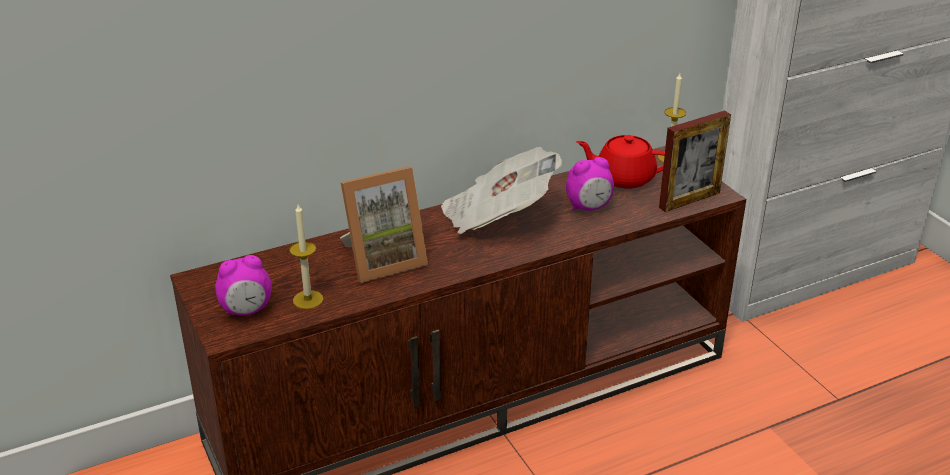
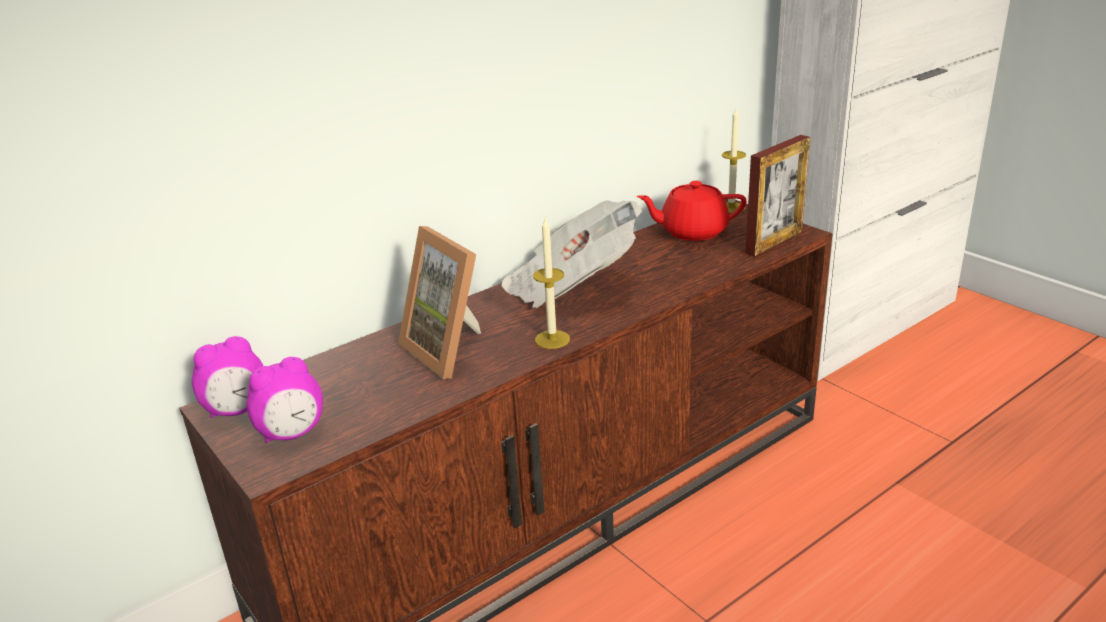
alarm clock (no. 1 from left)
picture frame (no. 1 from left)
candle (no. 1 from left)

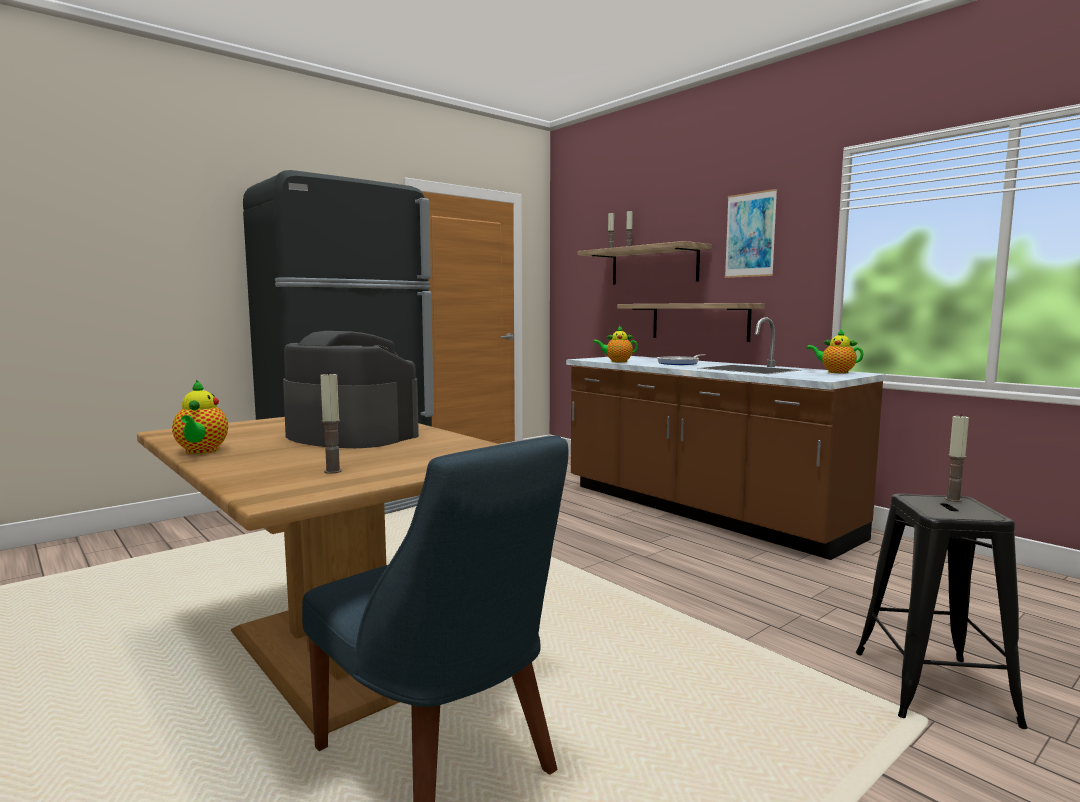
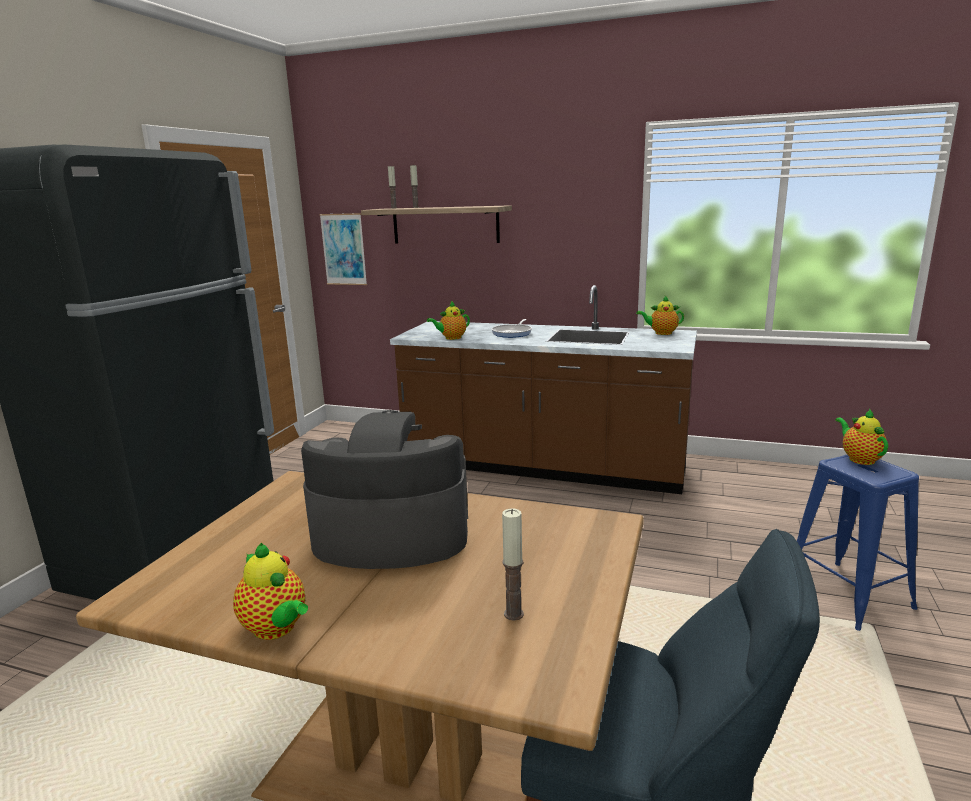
picture
blue stool
teapot (no. 4 from left)
shelf (no. 2 from left in the first image)

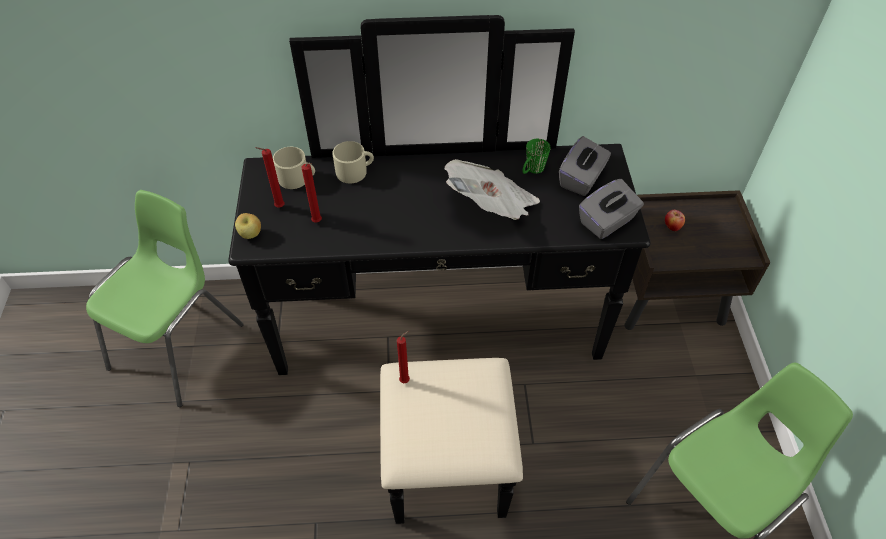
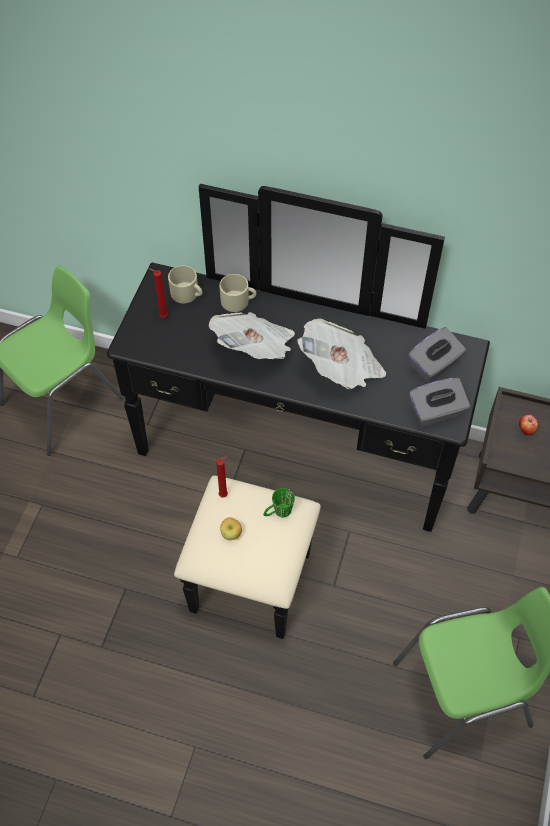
newspaper (no. 1 from left)
apple (no. 1 from left)
green mug
red candle (no. 2 from left in the first image)

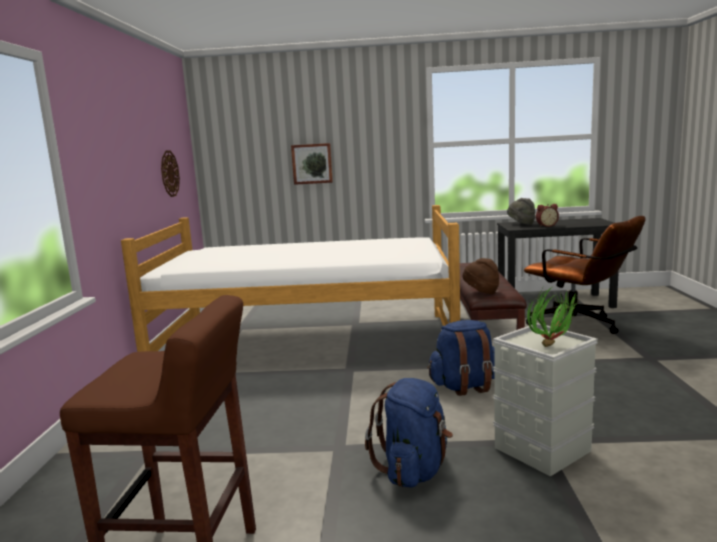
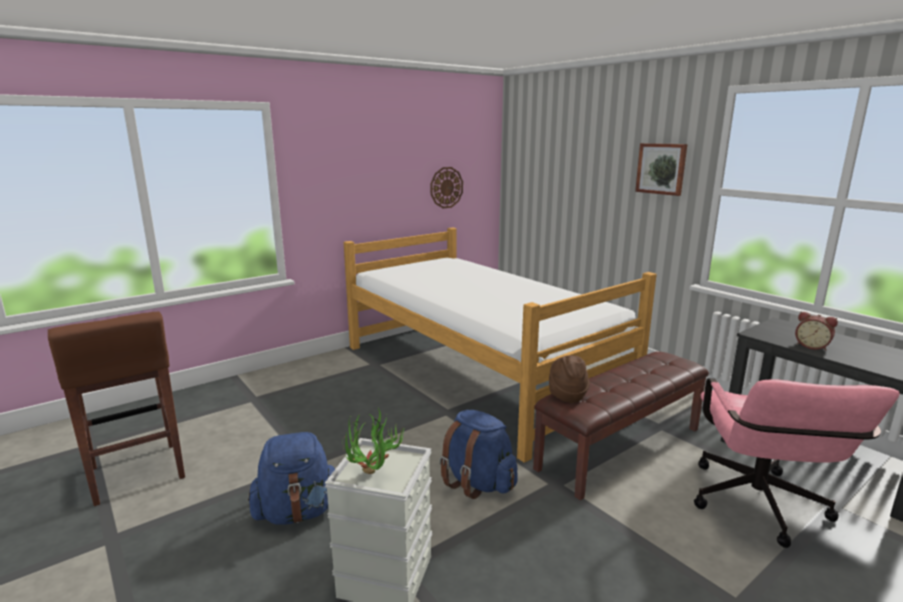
picture
pink office chair
grey hat

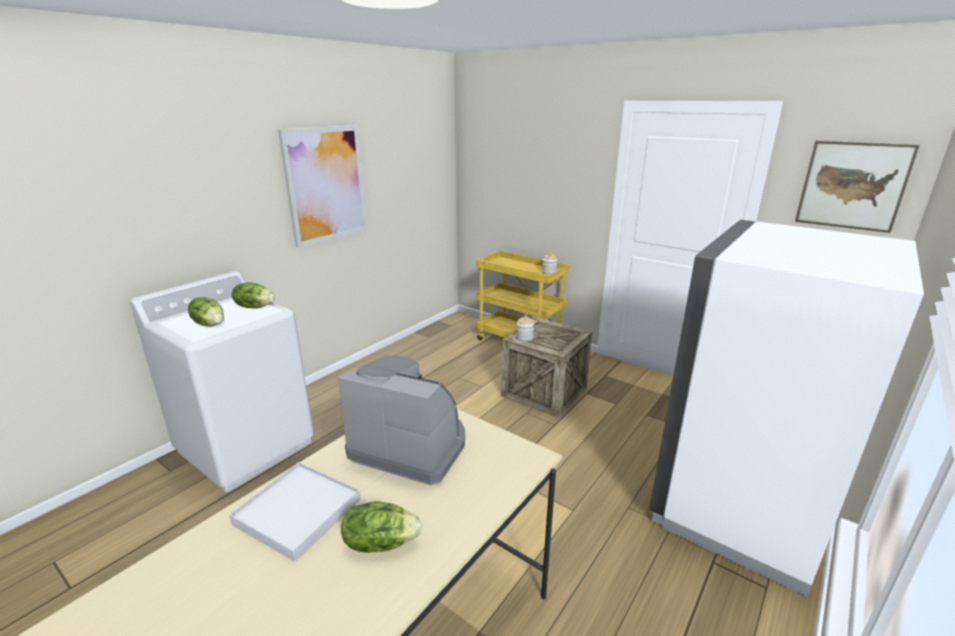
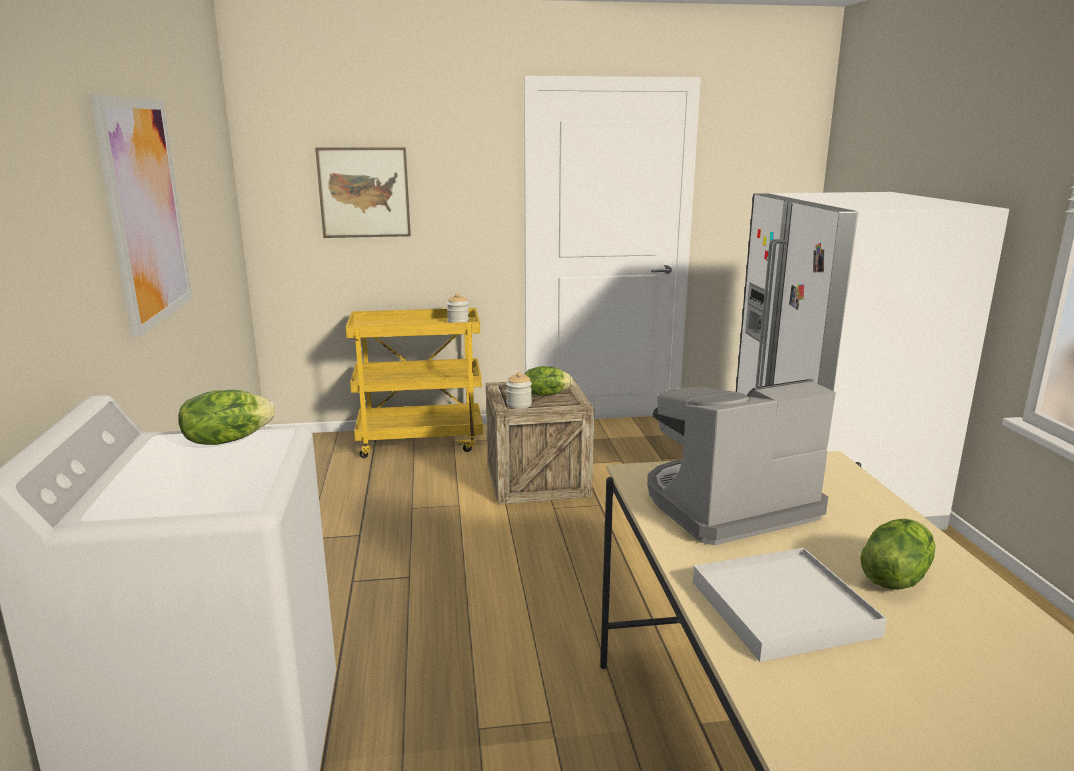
picture (no. 2 from left)
lettuce (no. 2 from left)

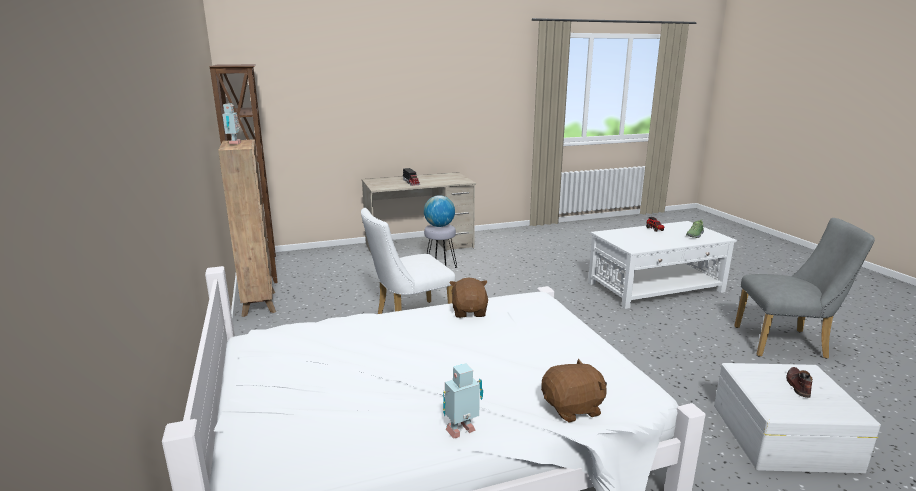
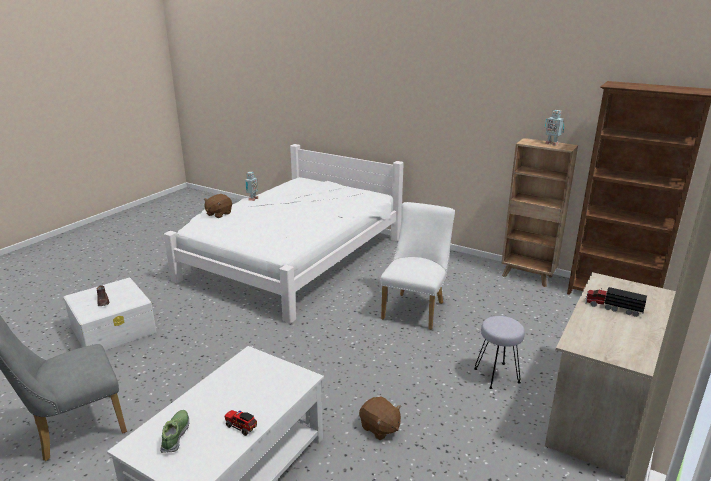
brown plush toy (no. 2 from left)
globe

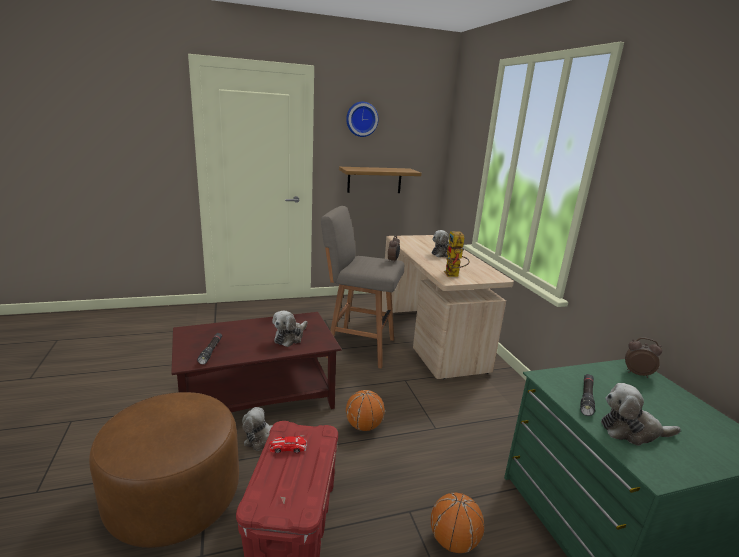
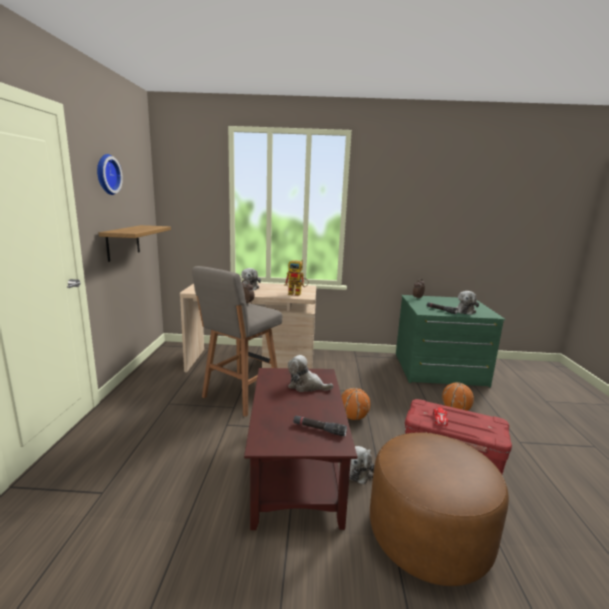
plush toy (no. 2 from left)

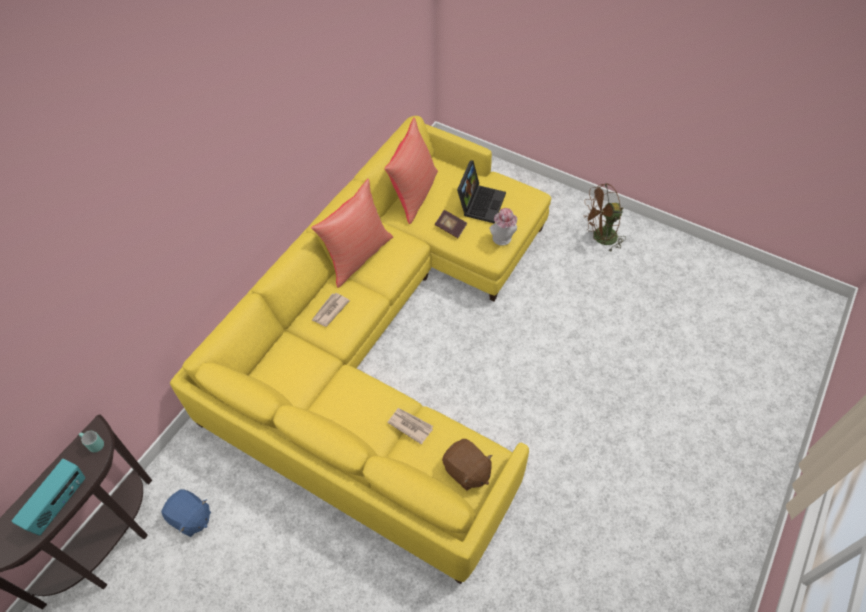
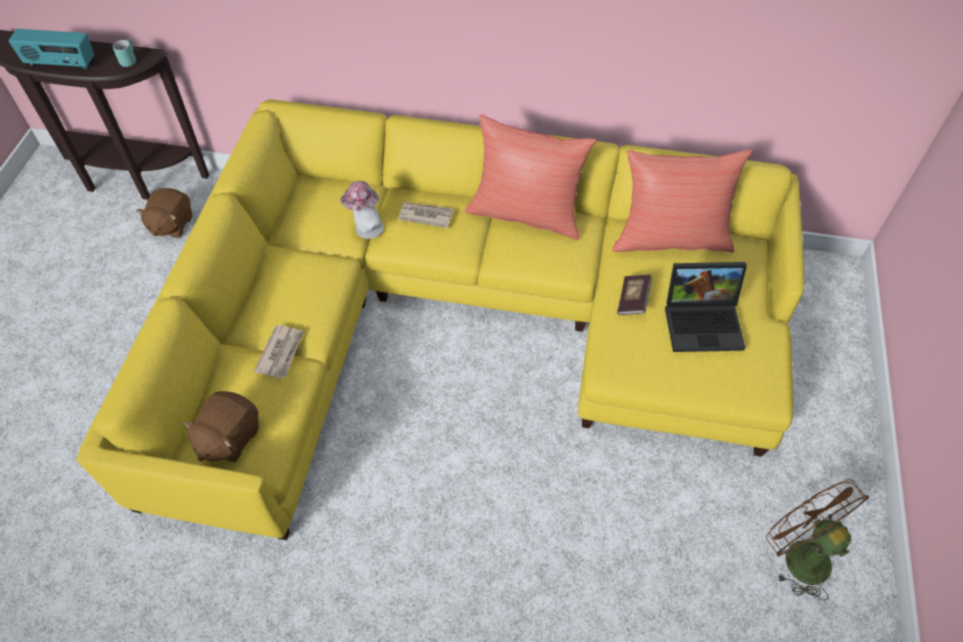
brown plush toy (no. 1 from left)
hat

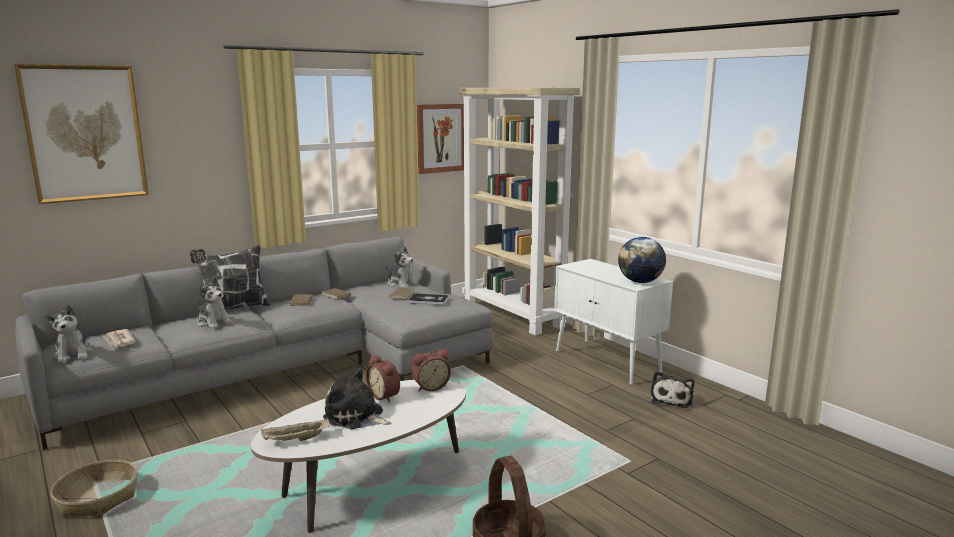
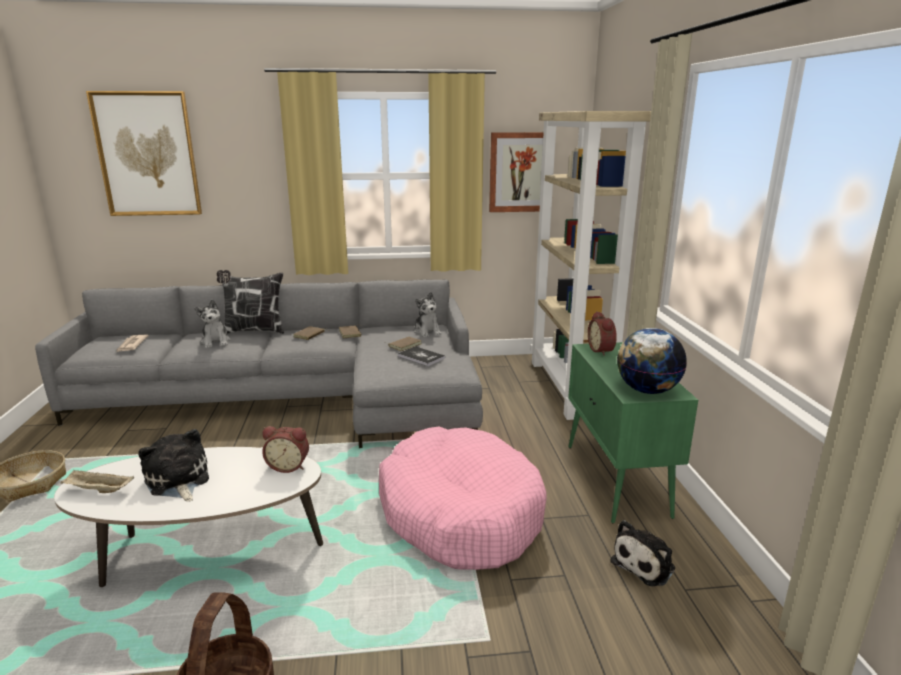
pink dog bed
green cabinet
alarm clock (no. 2 from left)
plush toy (no. 1 from left in the first image)

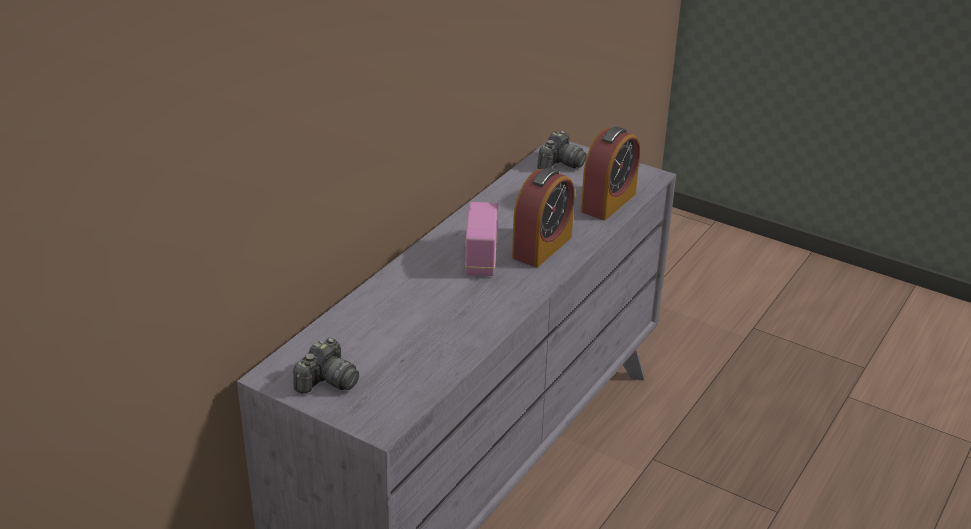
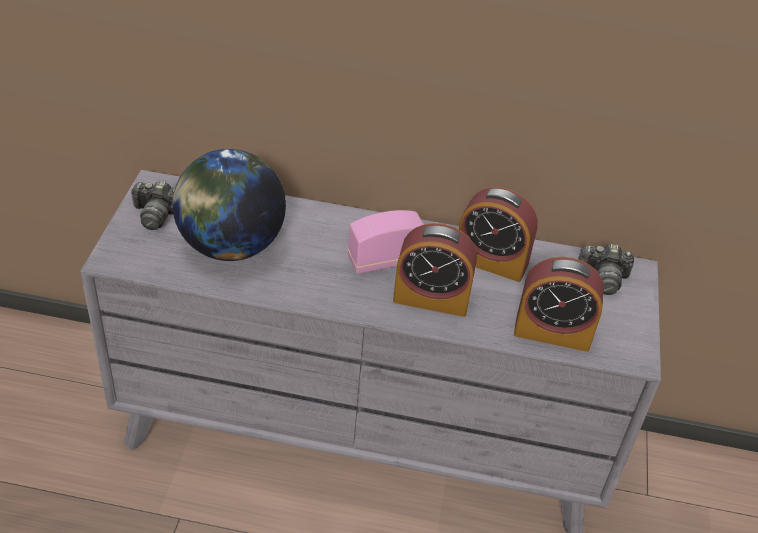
globe
alarm clock (no. 2 from left)

